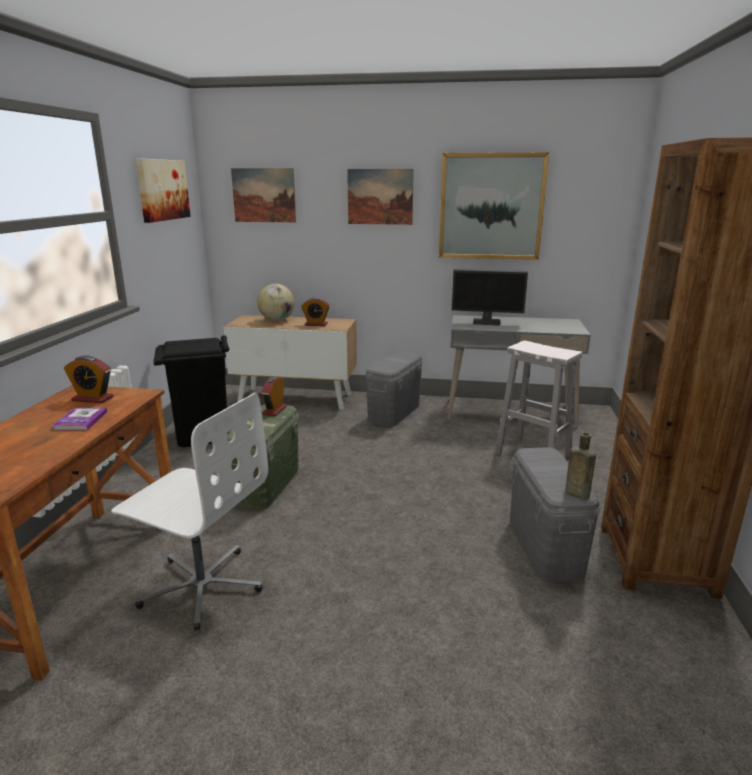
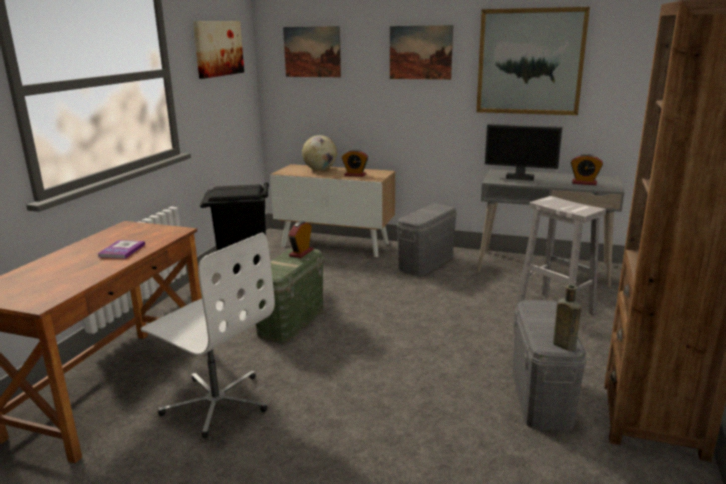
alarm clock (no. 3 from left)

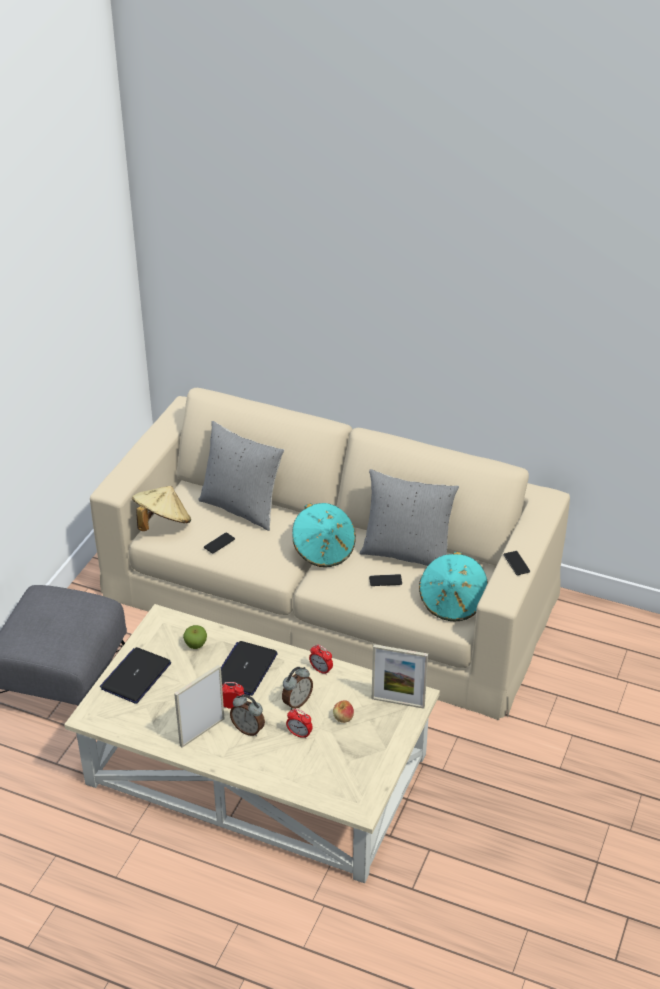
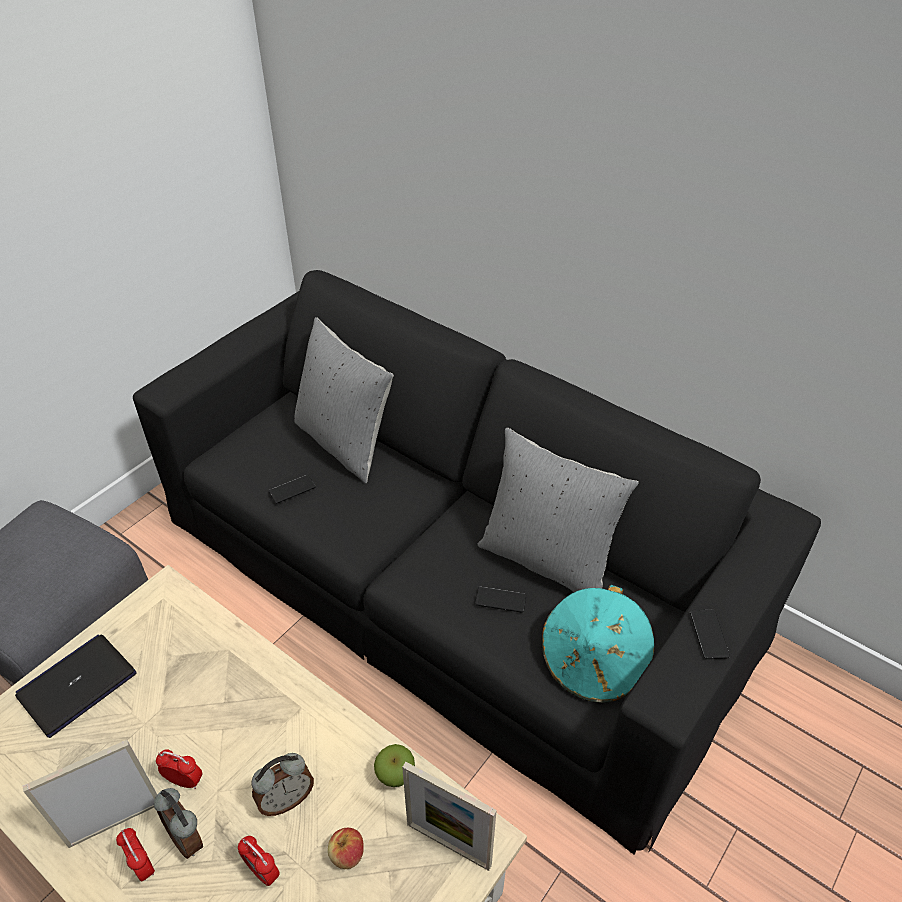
alarm clock (no. 1 from left)
black sofa
apple (no. 2 from left)
beige hat
laptop (no. 2 from left in the first image)
turquoise hat (no. 1 from left in the first image)

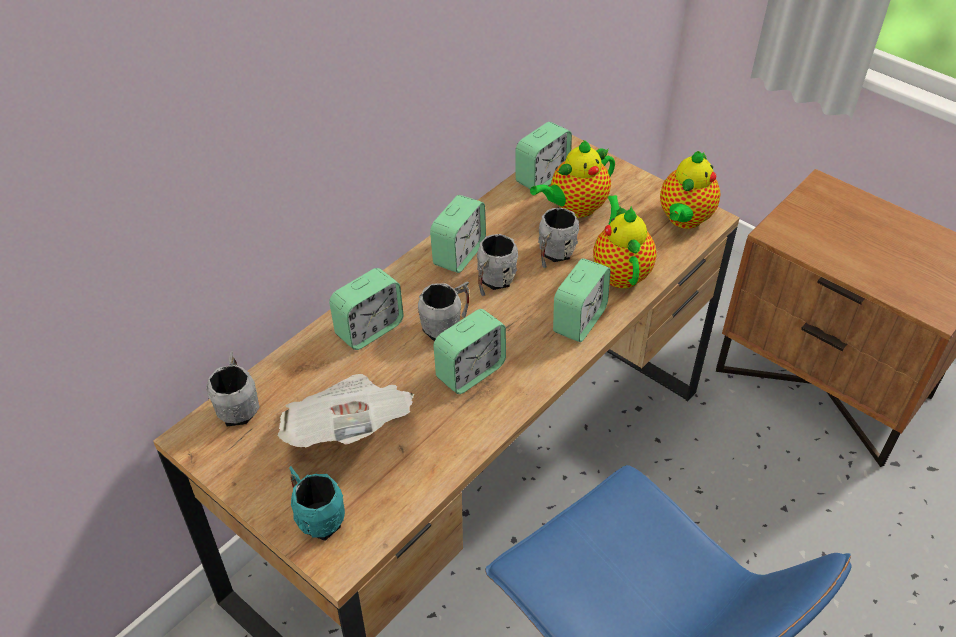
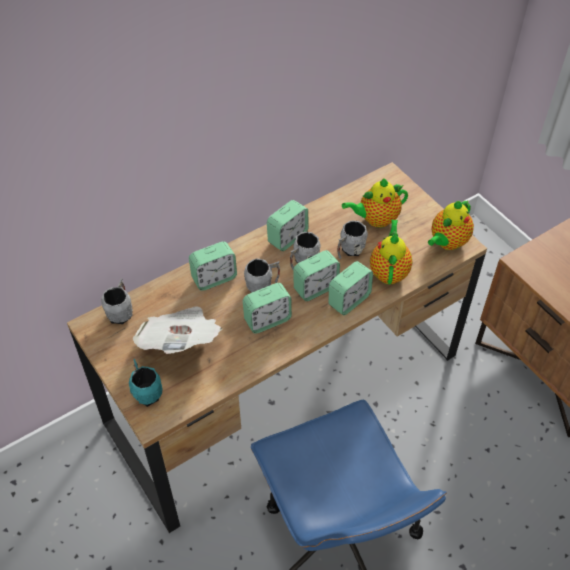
alarm clock (no. 4 from left)

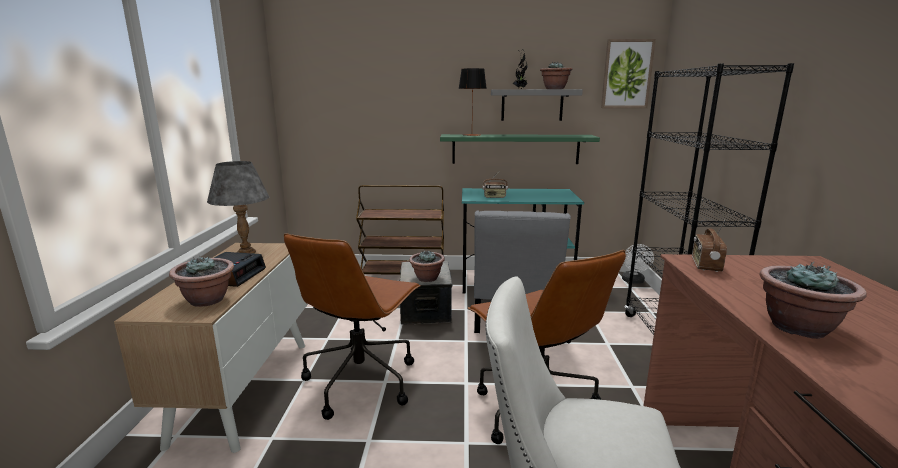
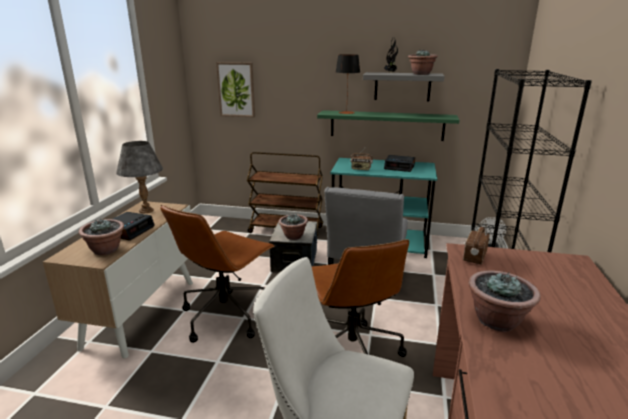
picture
alarm clock (no. 2 from left)

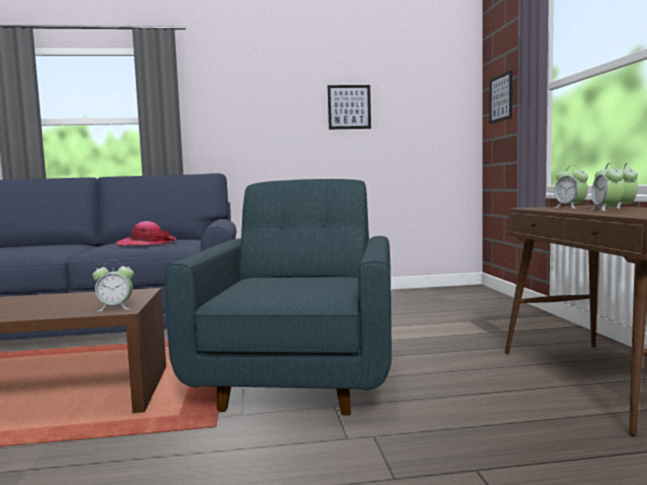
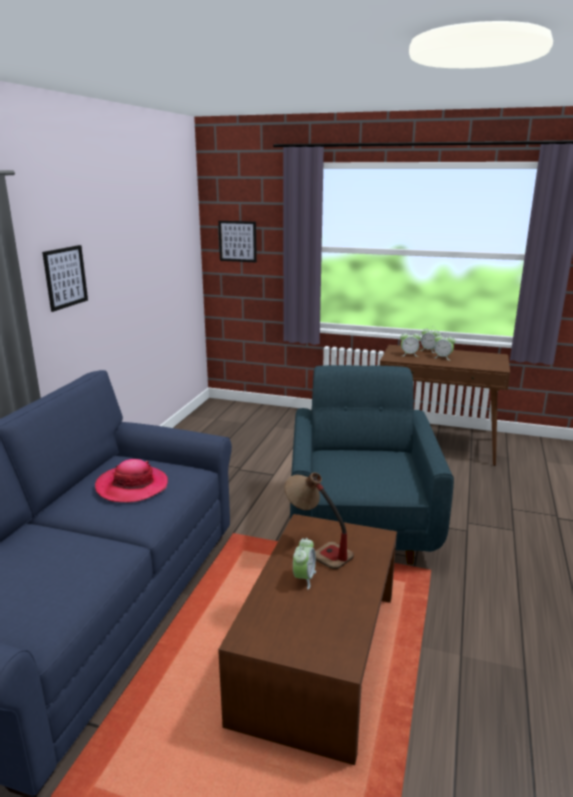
picture (no. 1 from left)
table lamp
blue armchair
alarm clock (no. 1 from left)

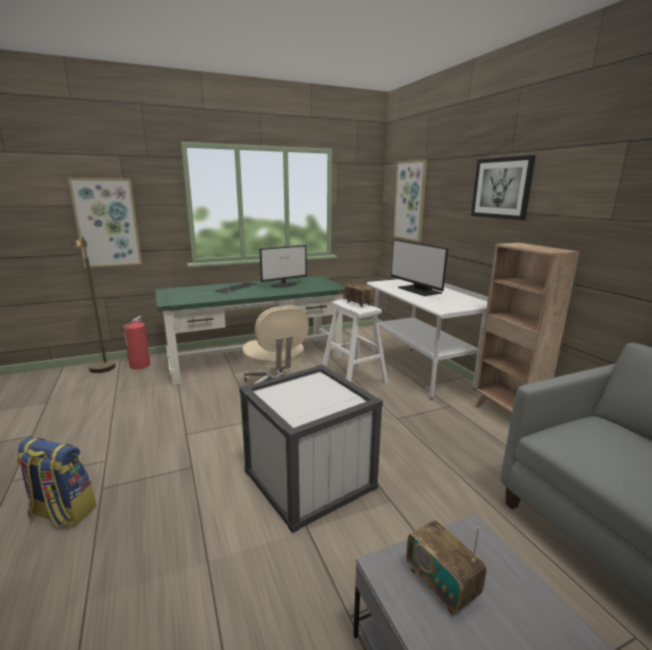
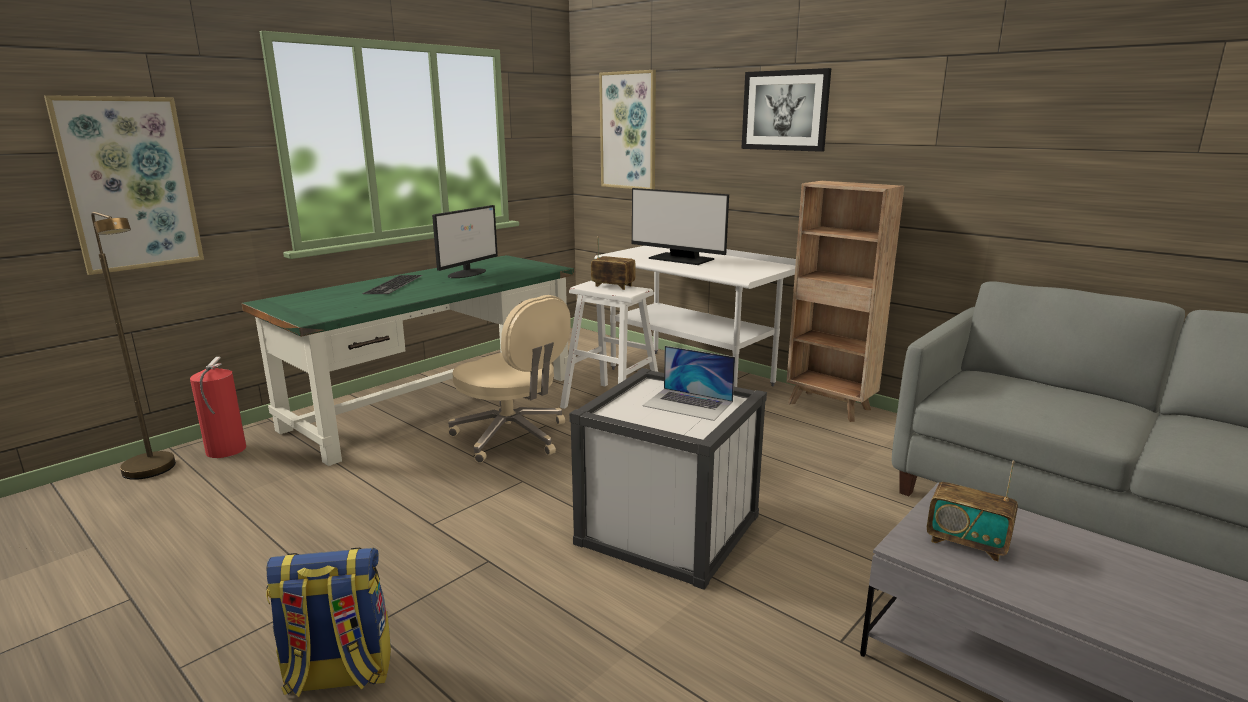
laptop

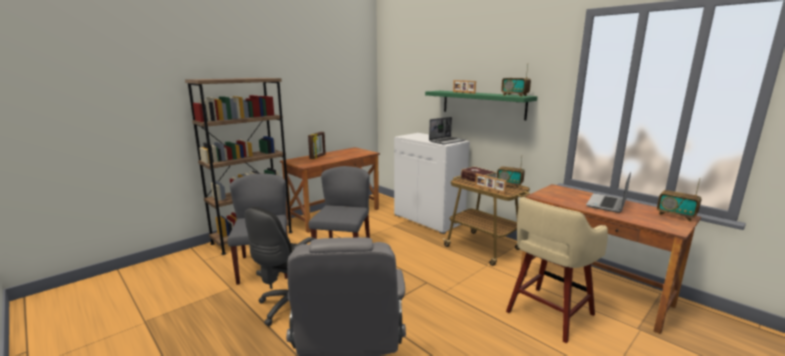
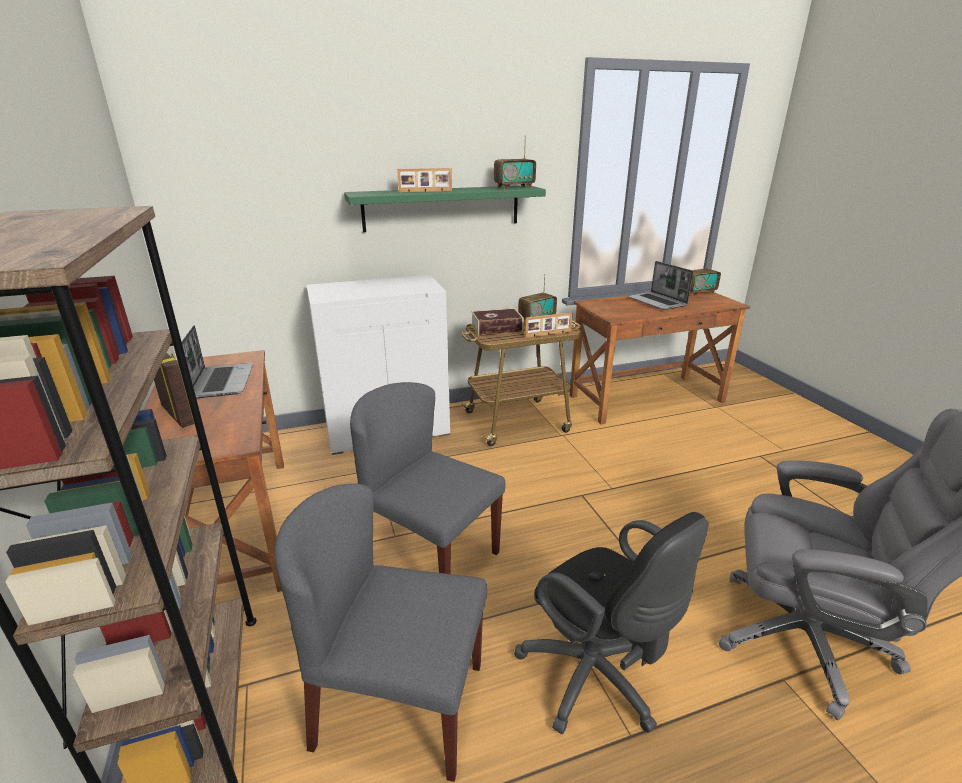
laptop (no. 1 from left)
beige stool

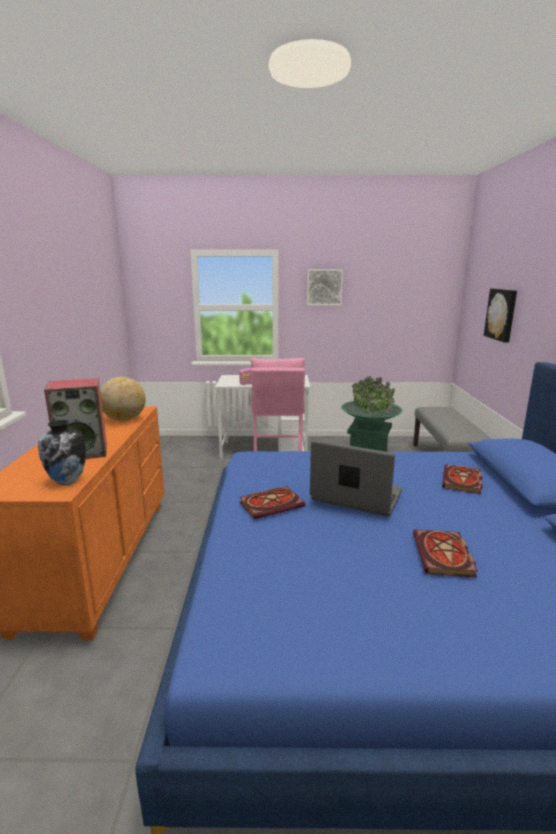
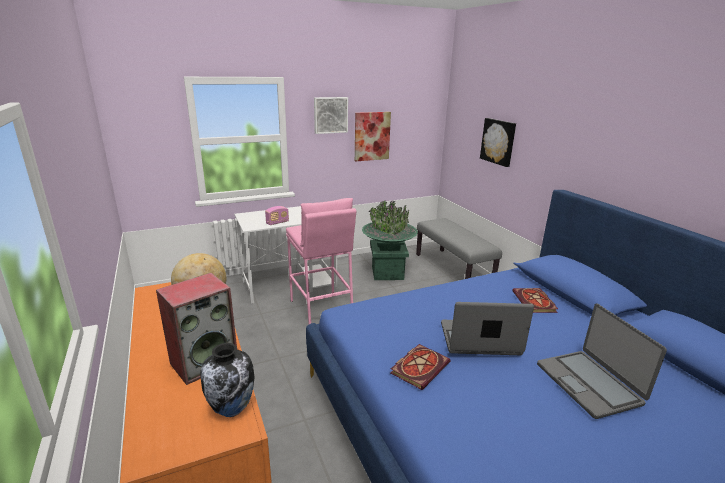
picture (no. 2 from left)
laptop (no. 2 from left)

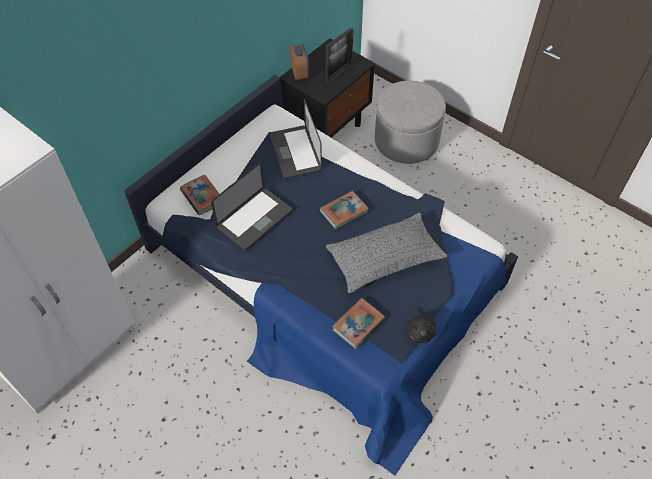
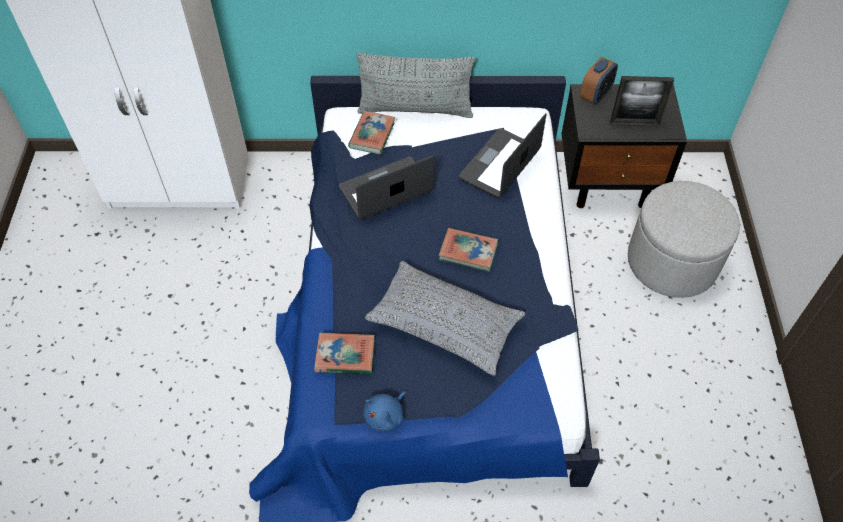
laptop (no. 1 from left)
grey pillow (no. 1 from left)
blue plush toy

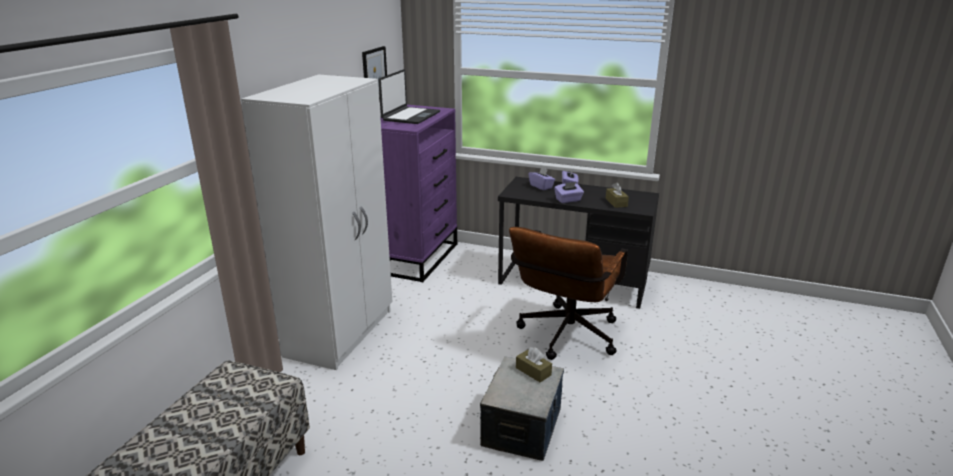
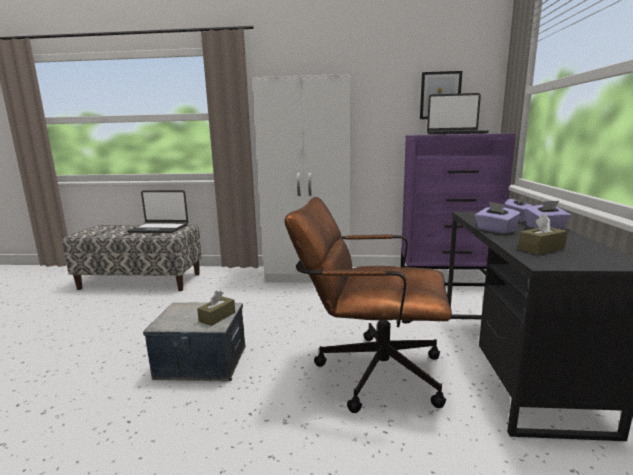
laptop (no. 1 from left)

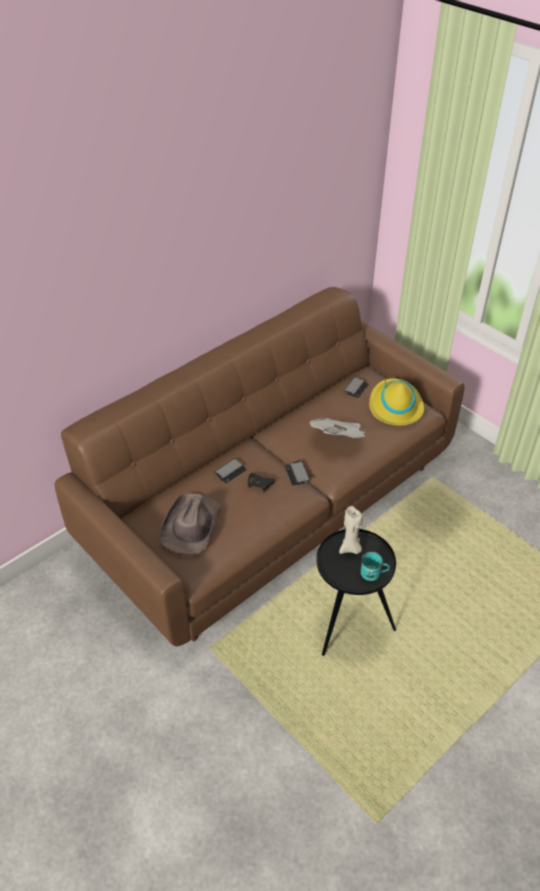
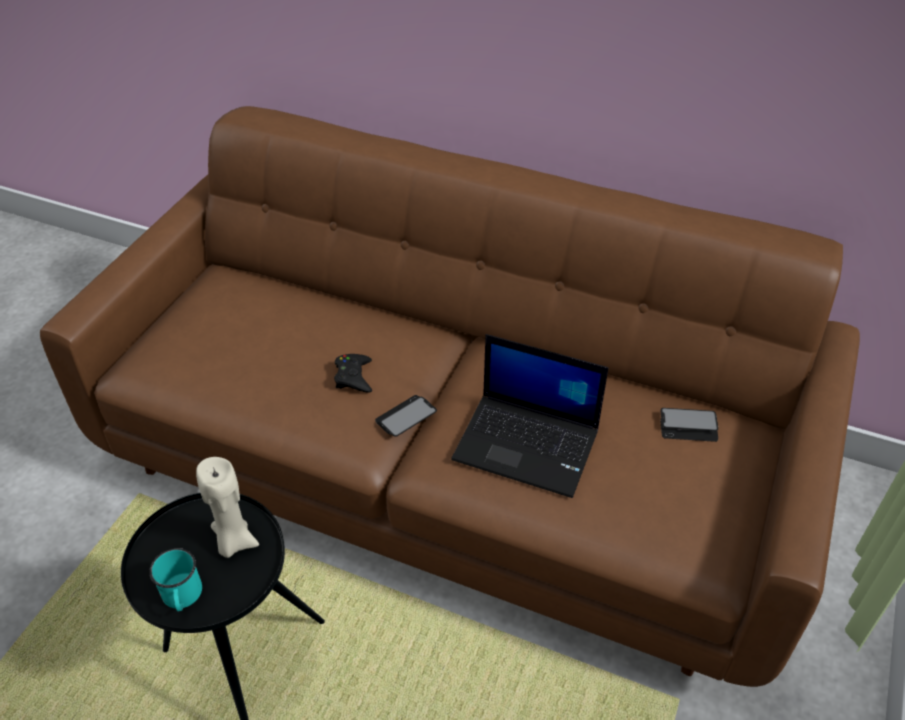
laptop
brown hat
phone (no. 1 from left in the first image)
yellow hat

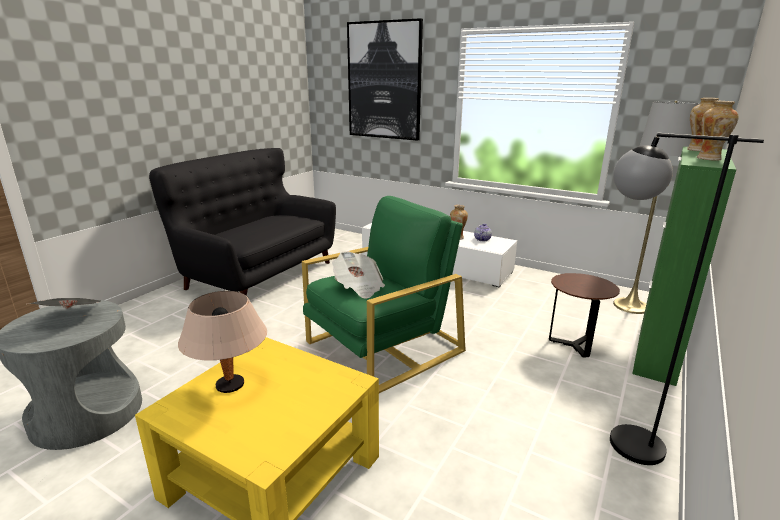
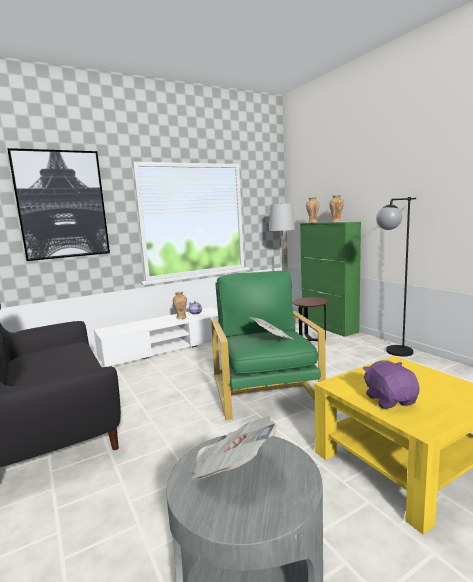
purple plush toy

